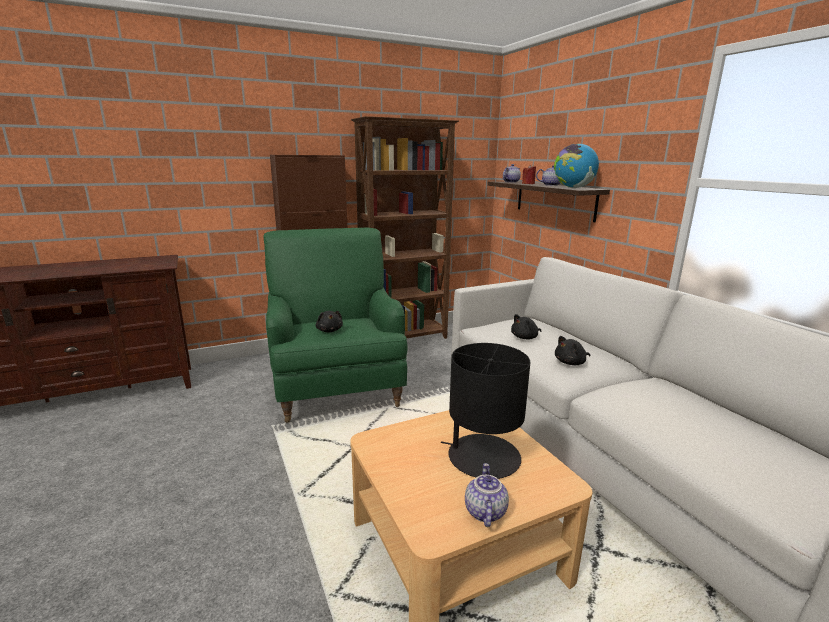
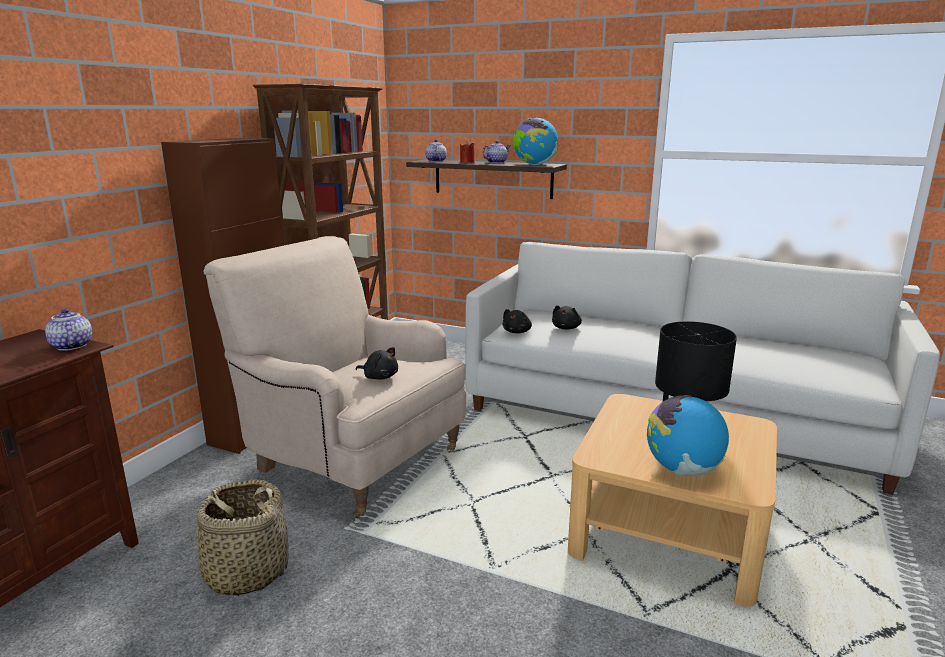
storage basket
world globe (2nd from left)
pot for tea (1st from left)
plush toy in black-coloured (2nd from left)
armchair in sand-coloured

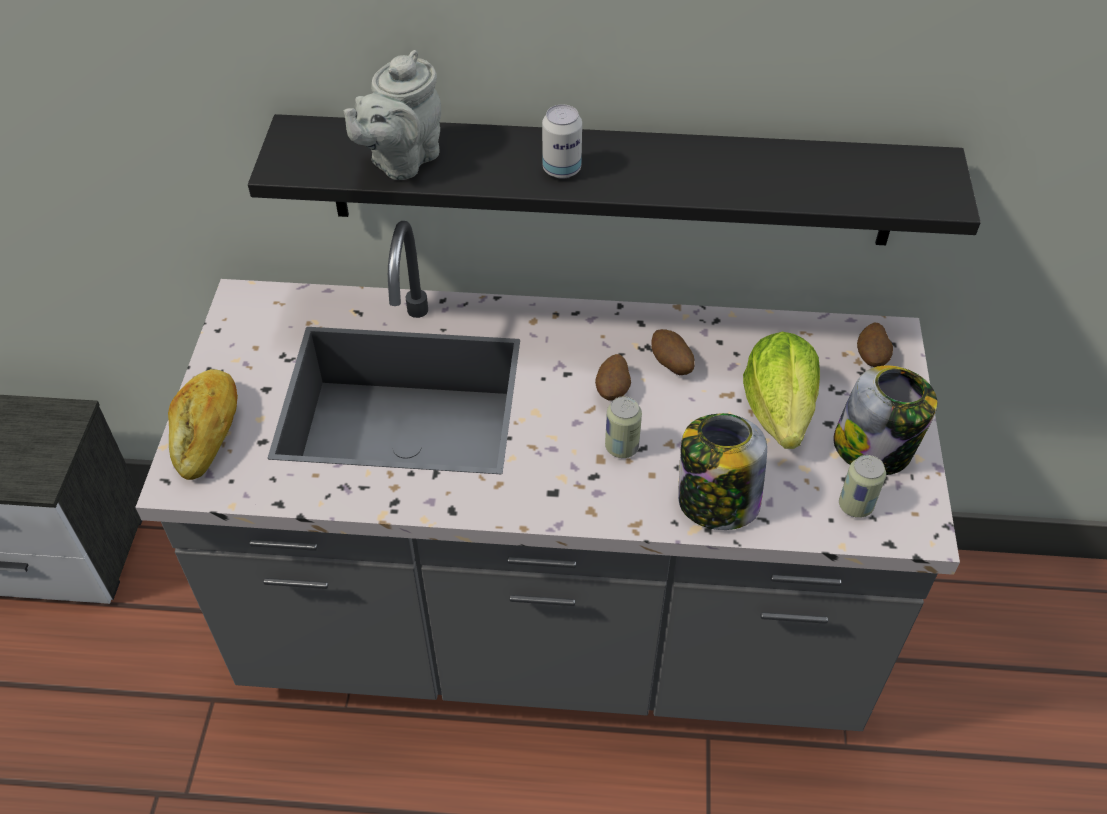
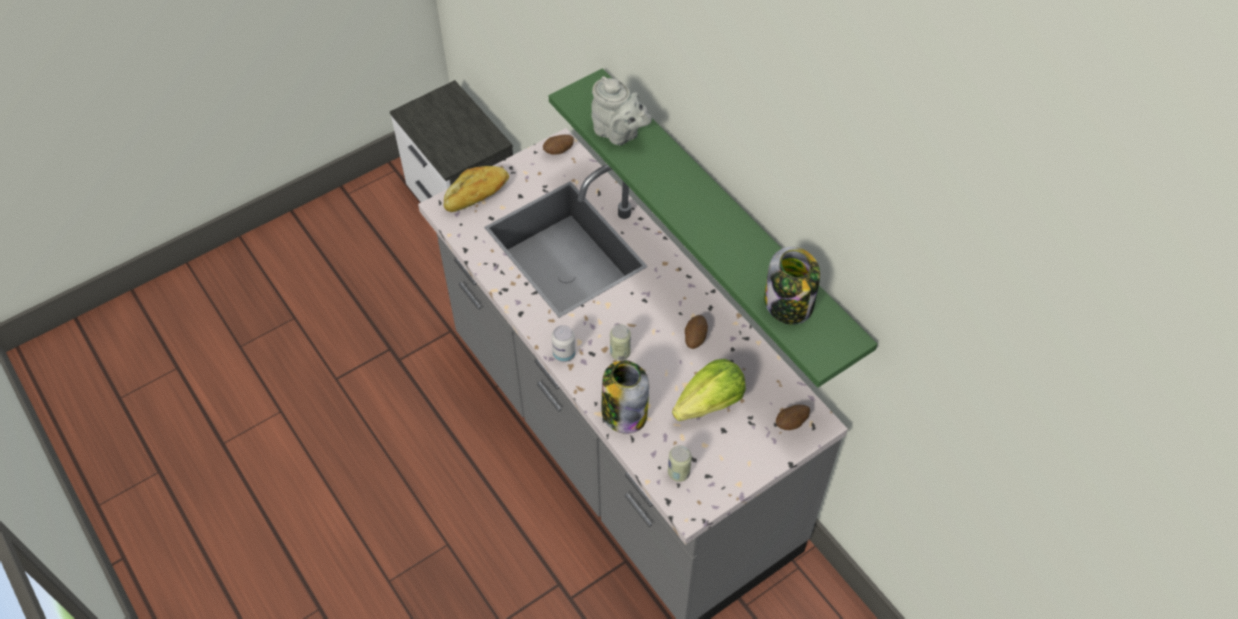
can (1st from left)
whole potato (1st from left)
jar (2nd from left)
shelf in green
pot for tea in gray

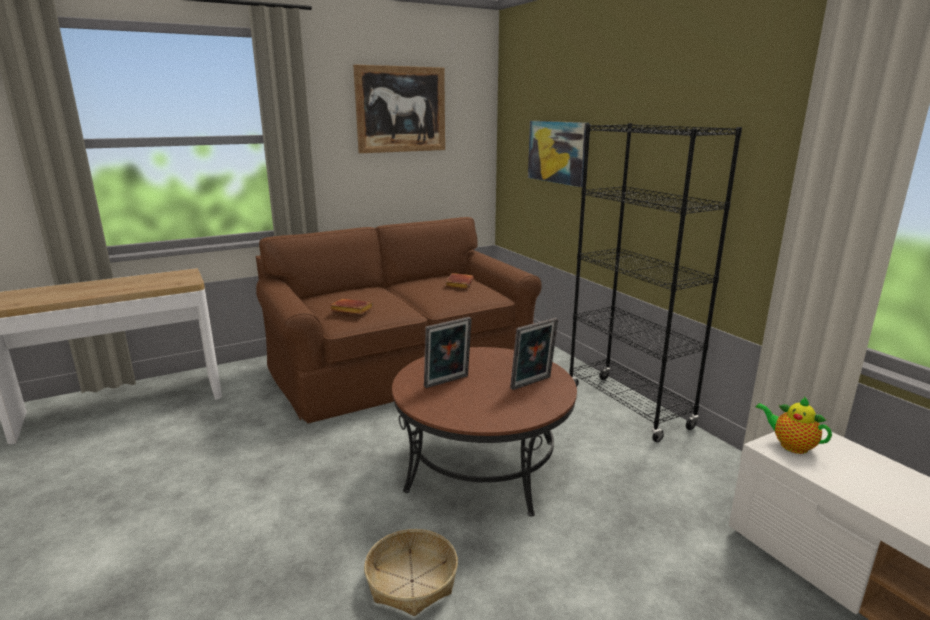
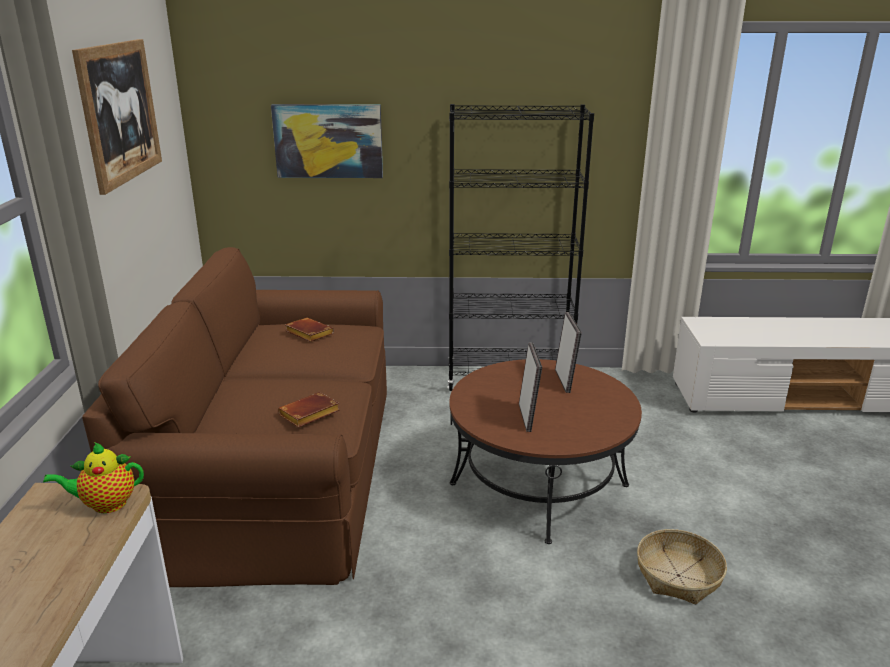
pot for tea

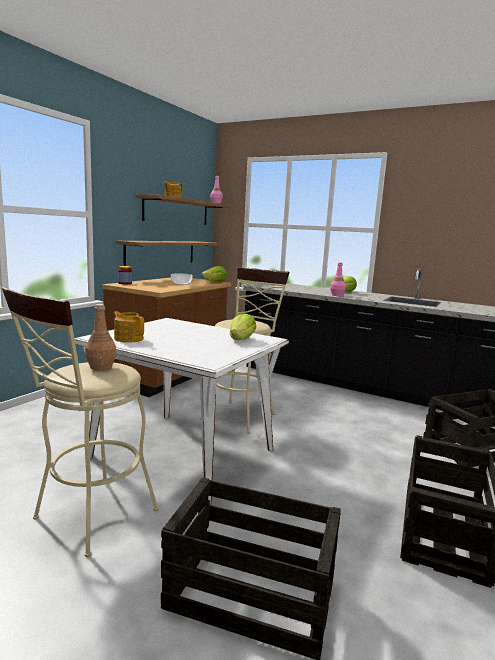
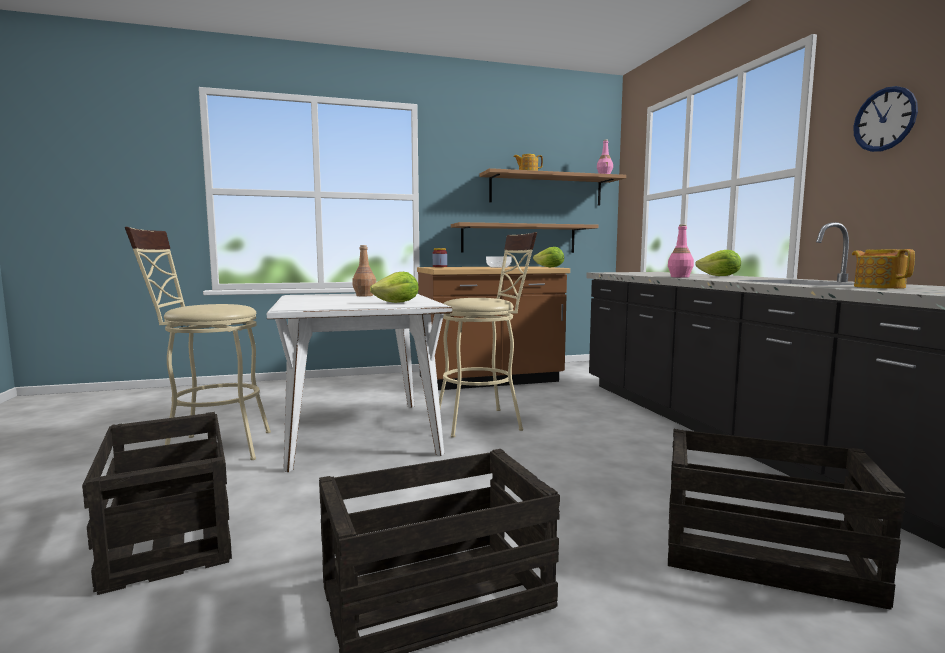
clock on the wall
drink bottle in brown
pot for tea (2nd from left)

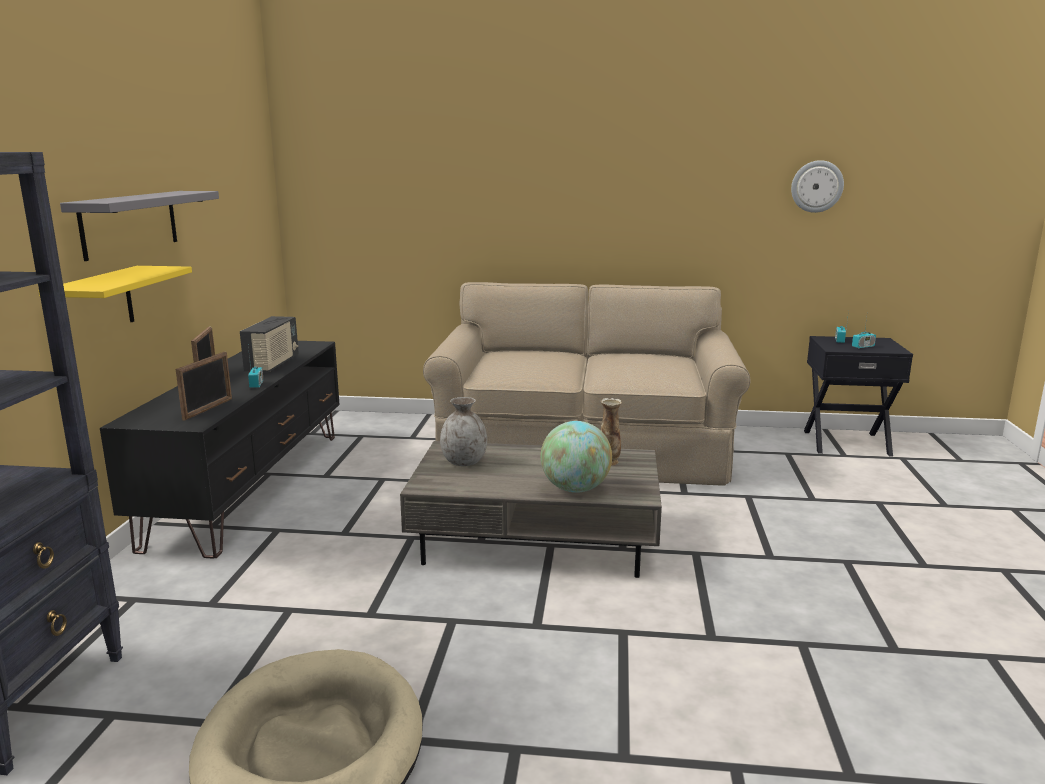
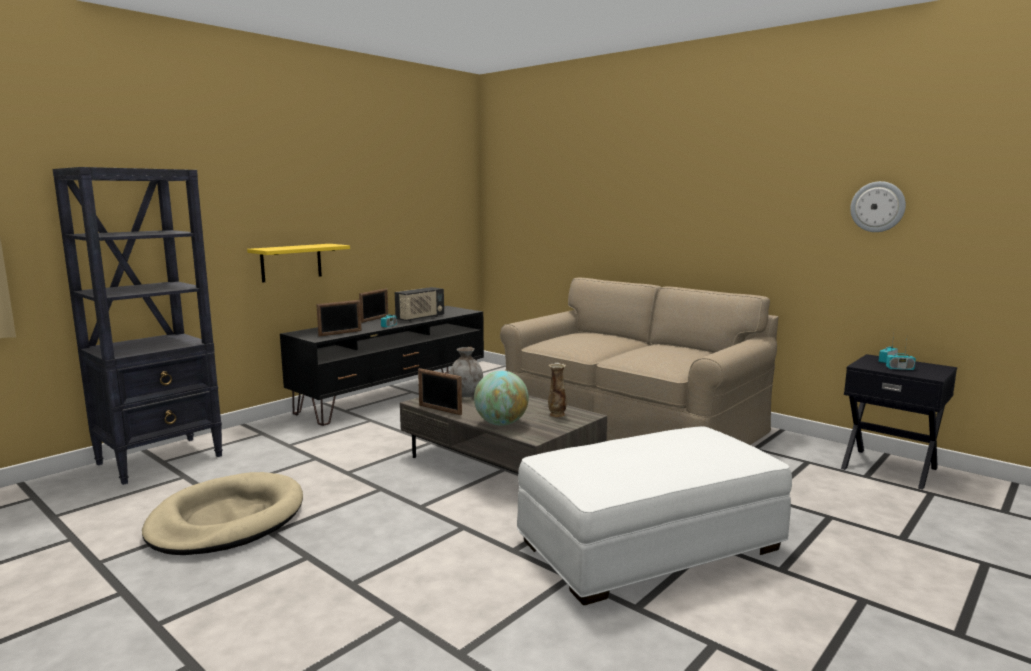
shelf in gray
photo frame (3rd from left)
ottoman in whitish

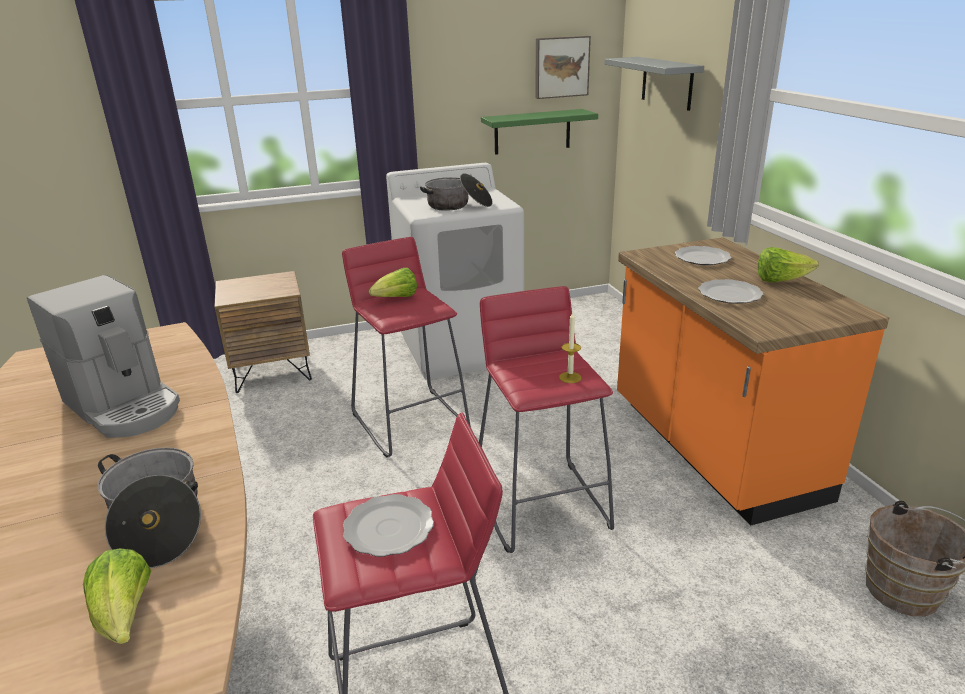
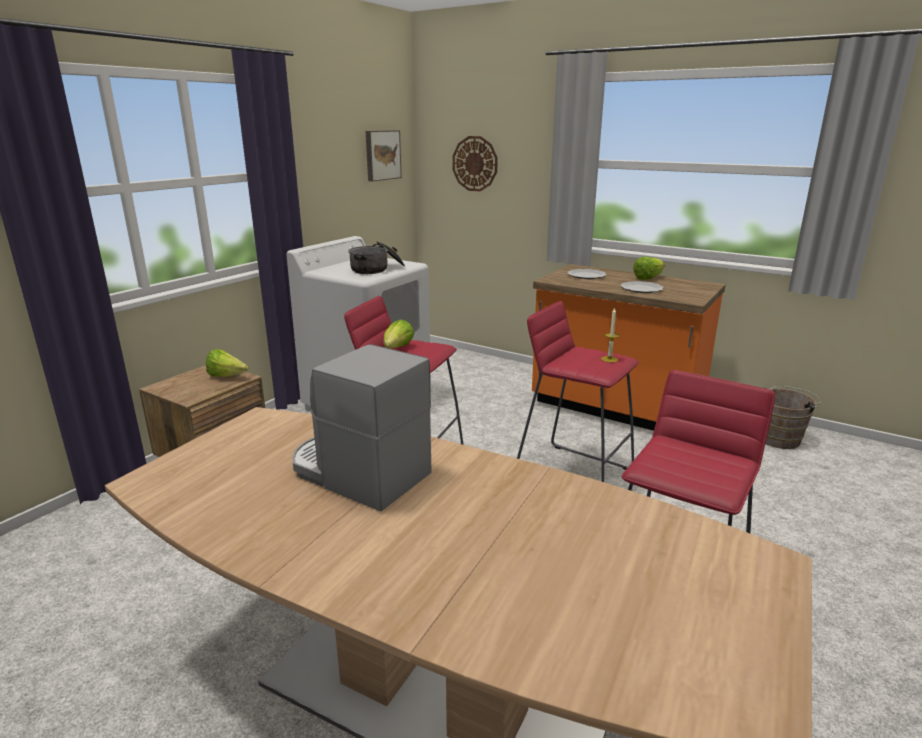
saucepot (1st from left in the first image)
dinner plate (1st from left in the first image)
shelf in green
lettuce (1st from left)
clock on the wall
coffee brewer

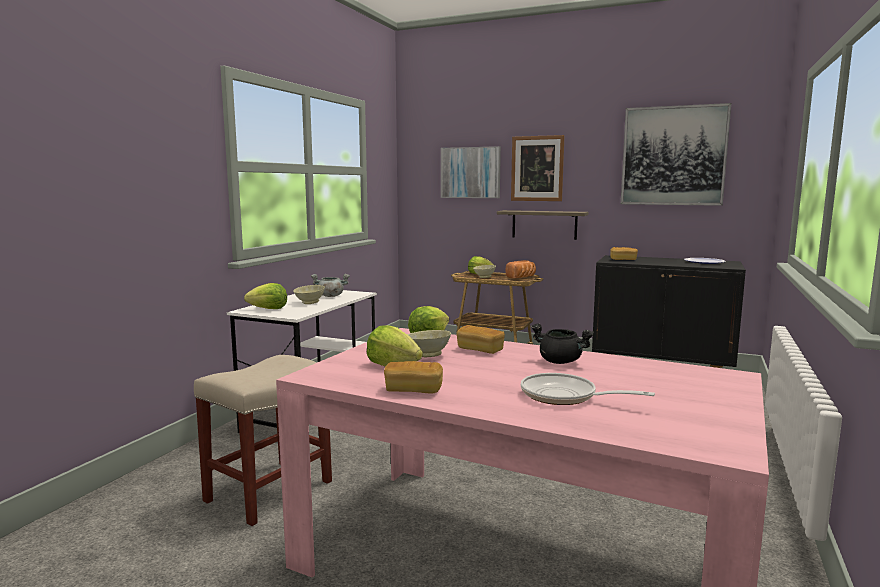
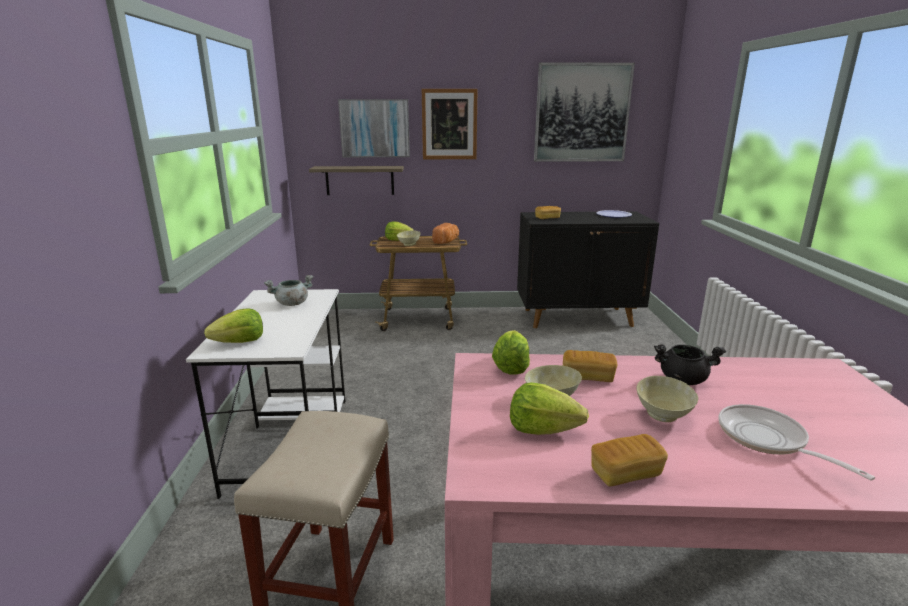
deep dish in sand-coloured (3rd from left)
shelf
frying pan

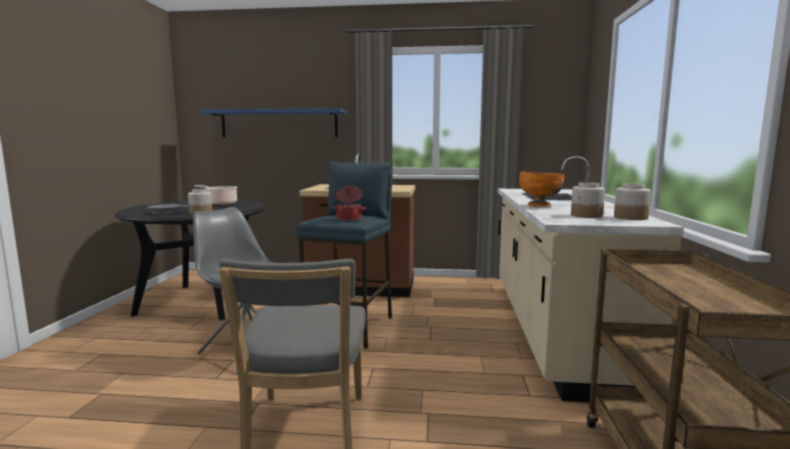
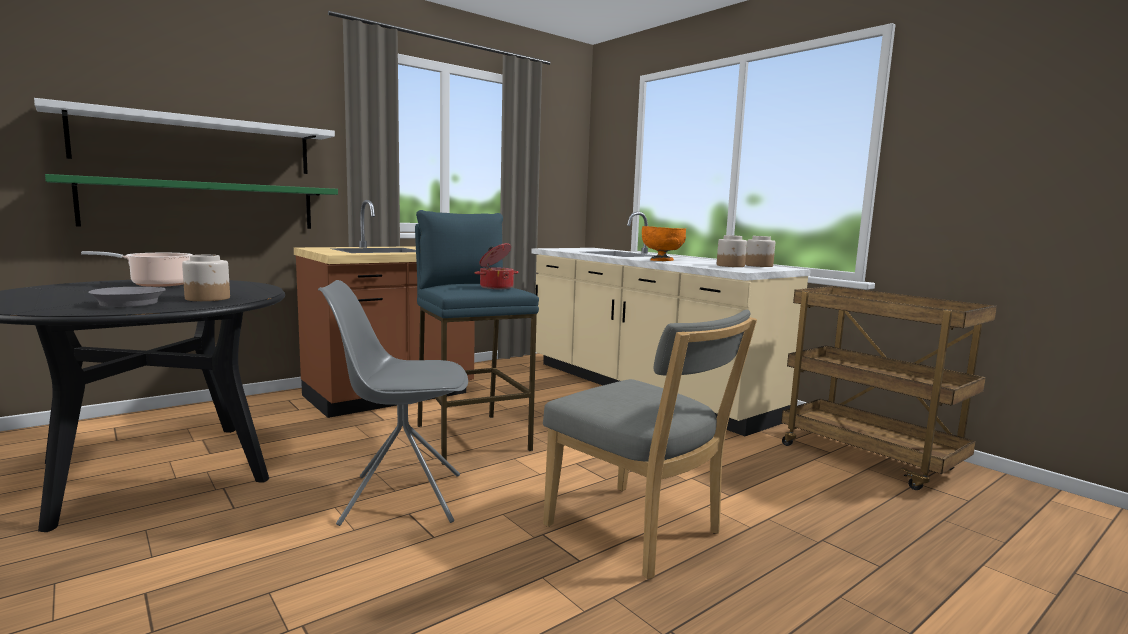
shelf in green
shelf in whitish

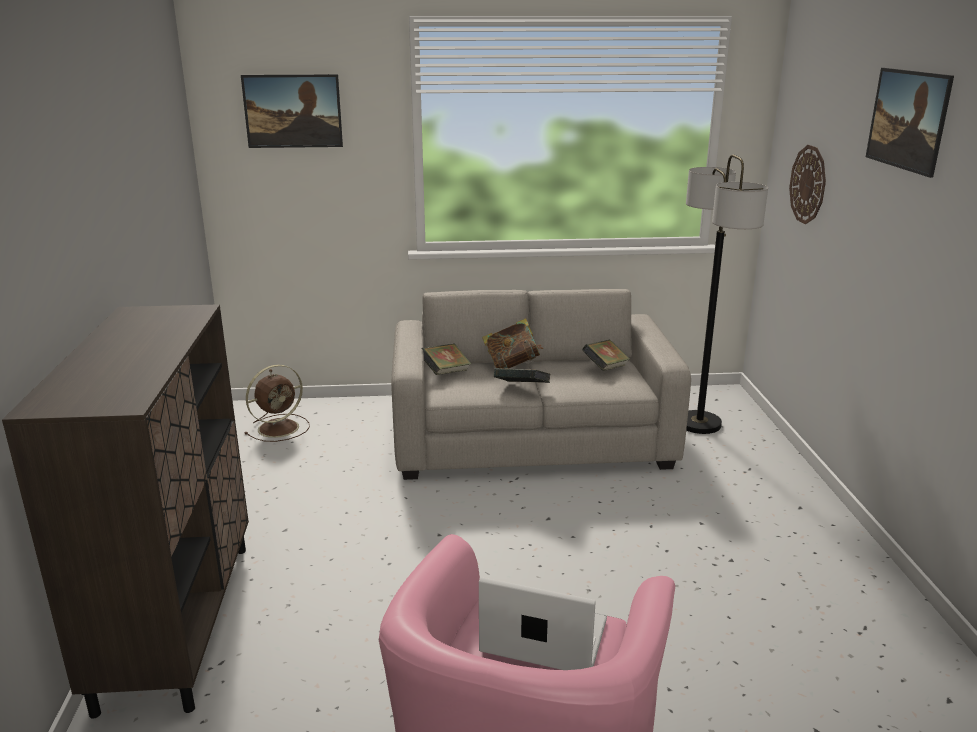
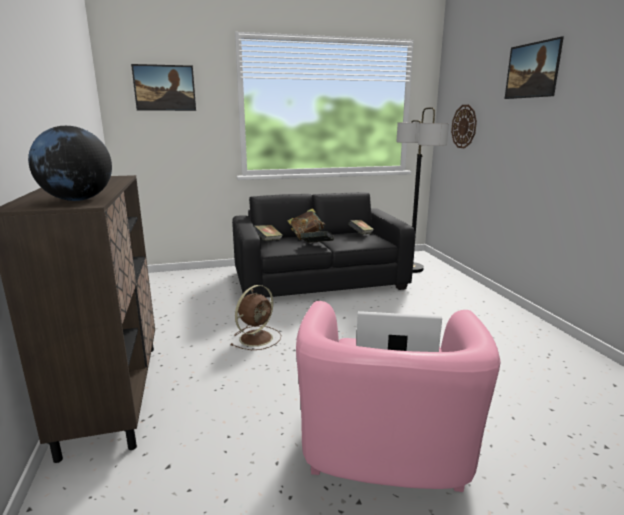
world globe
fan in brown
settee in black-coloured

